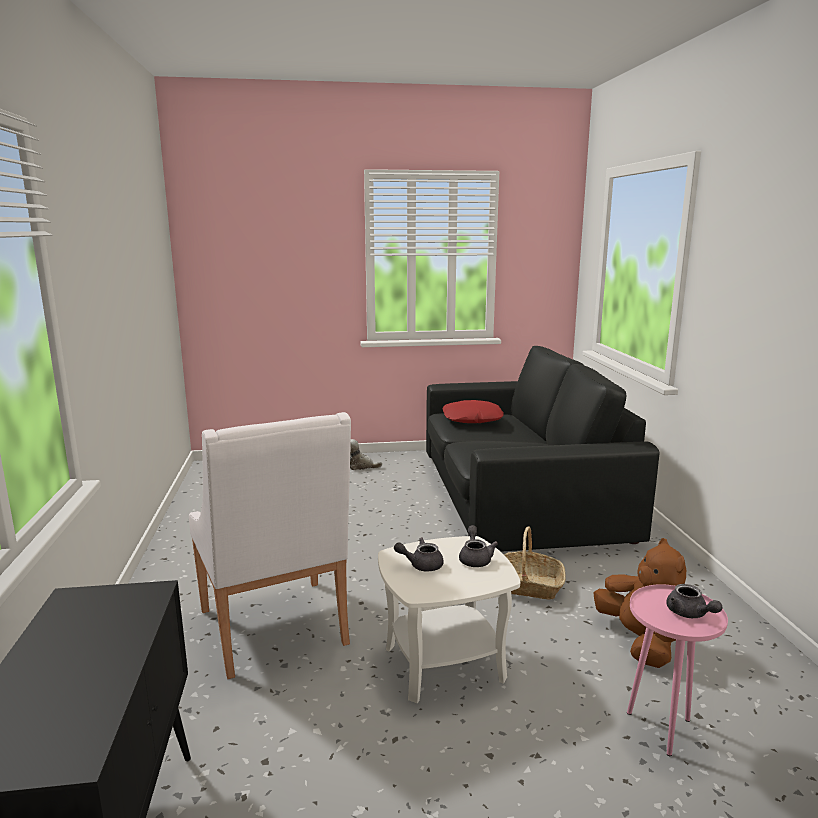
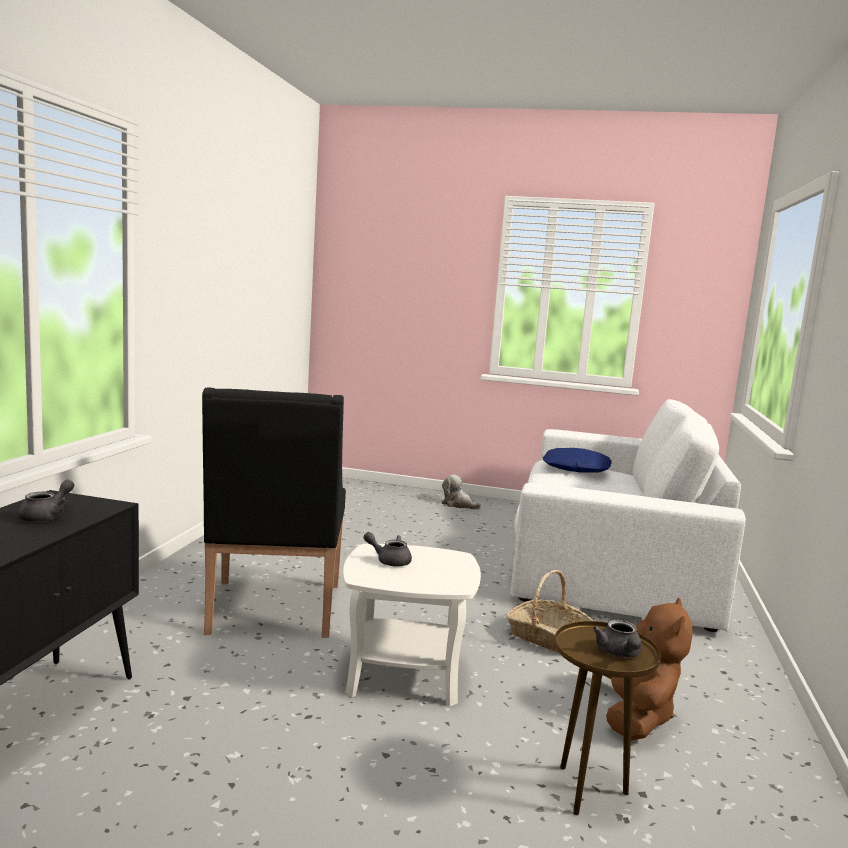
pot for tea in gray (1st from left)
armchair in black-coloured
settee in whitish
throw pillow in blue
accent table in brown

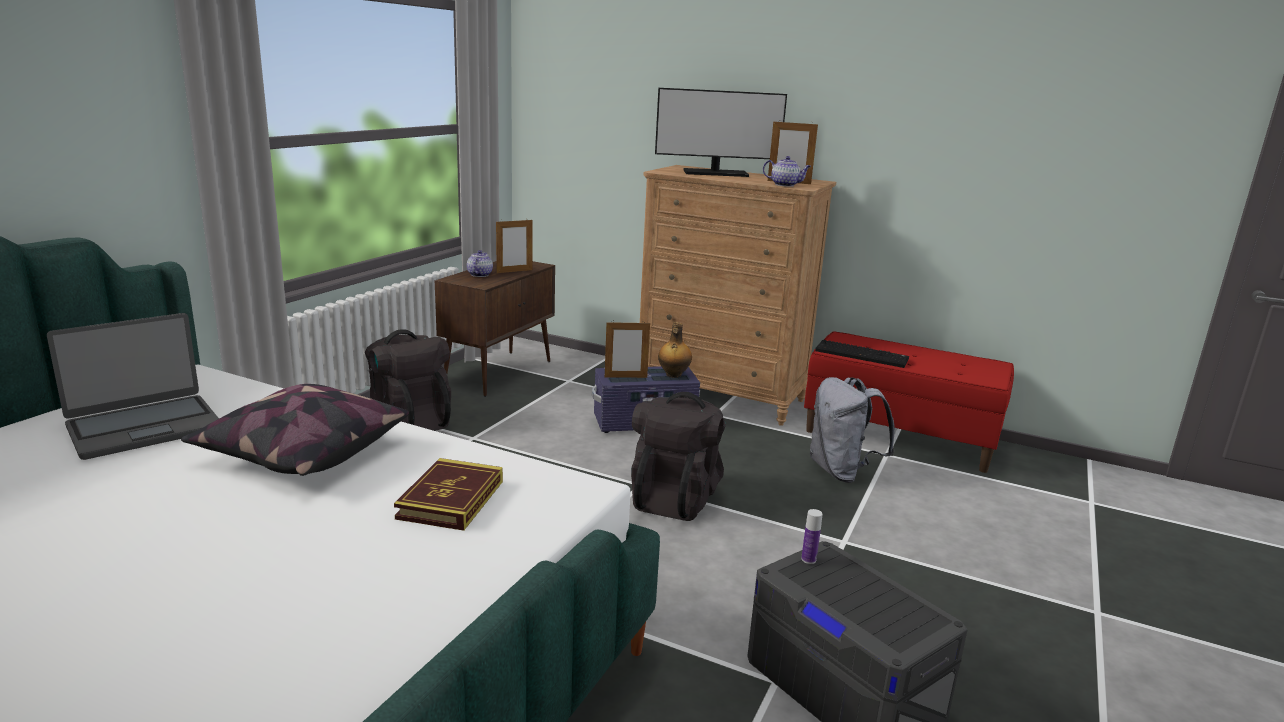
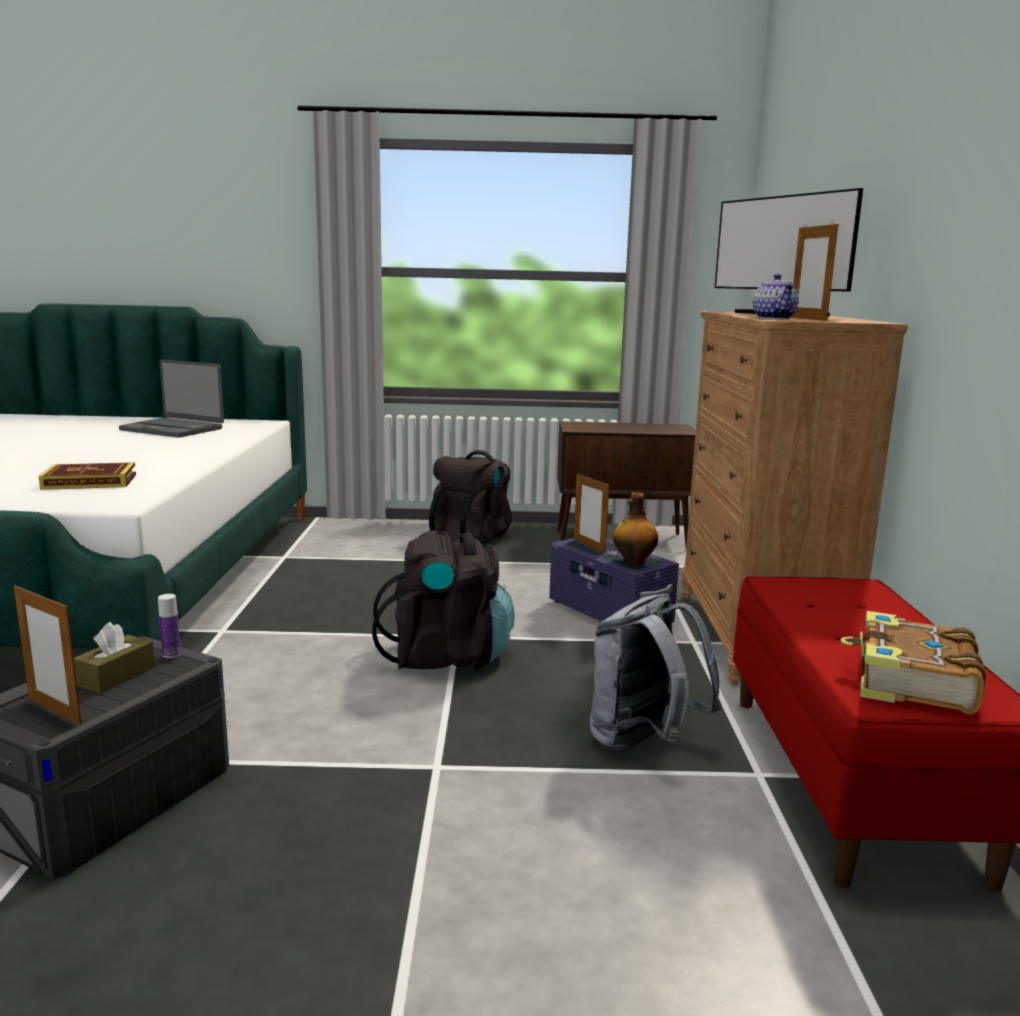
throw pillow
pot for tea (1st from left in the first image)
computer keyboard
tissue holder in brown
bound book (2nd from left)
photo frame (1st from left)

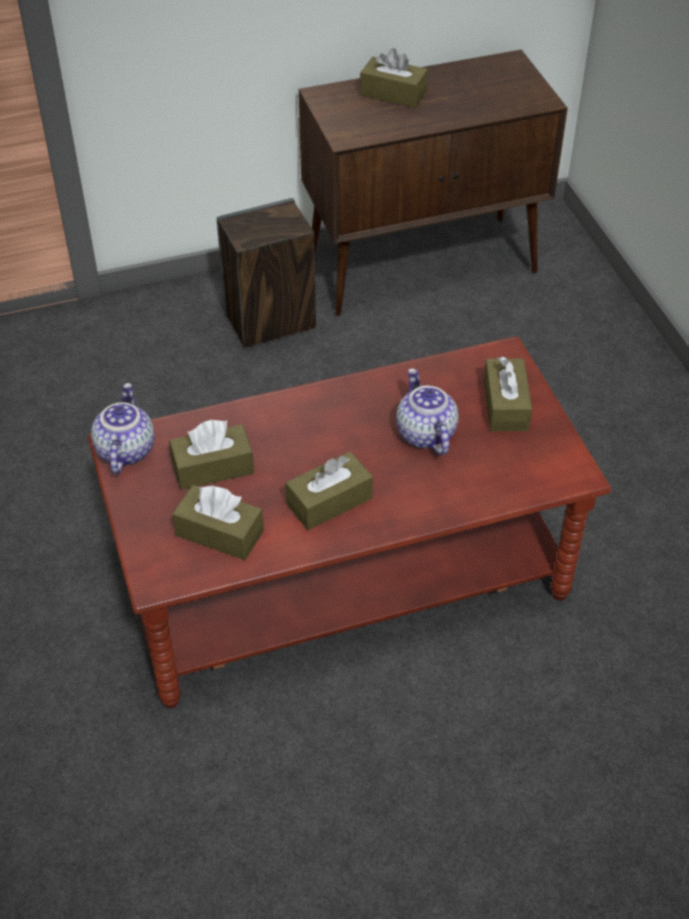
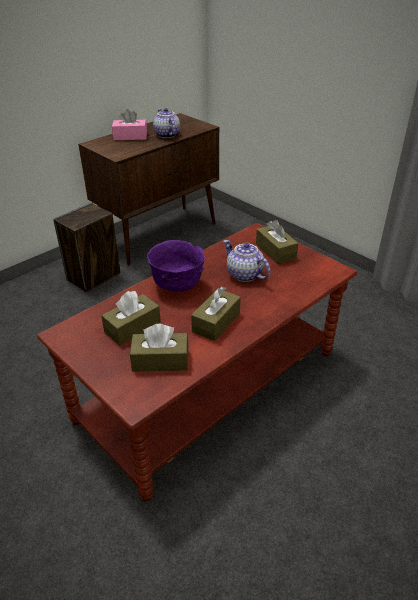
deep dish in purple
pot for tea (1st from left)
tissue holder in pink-coloured

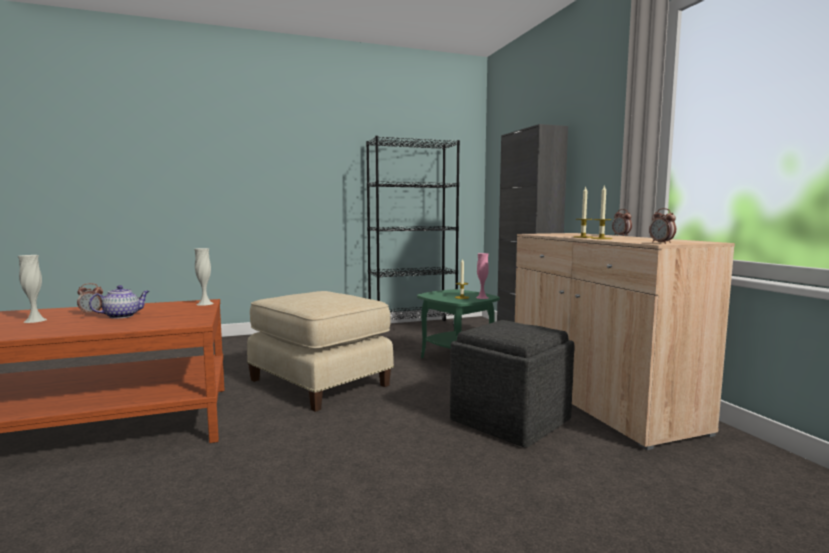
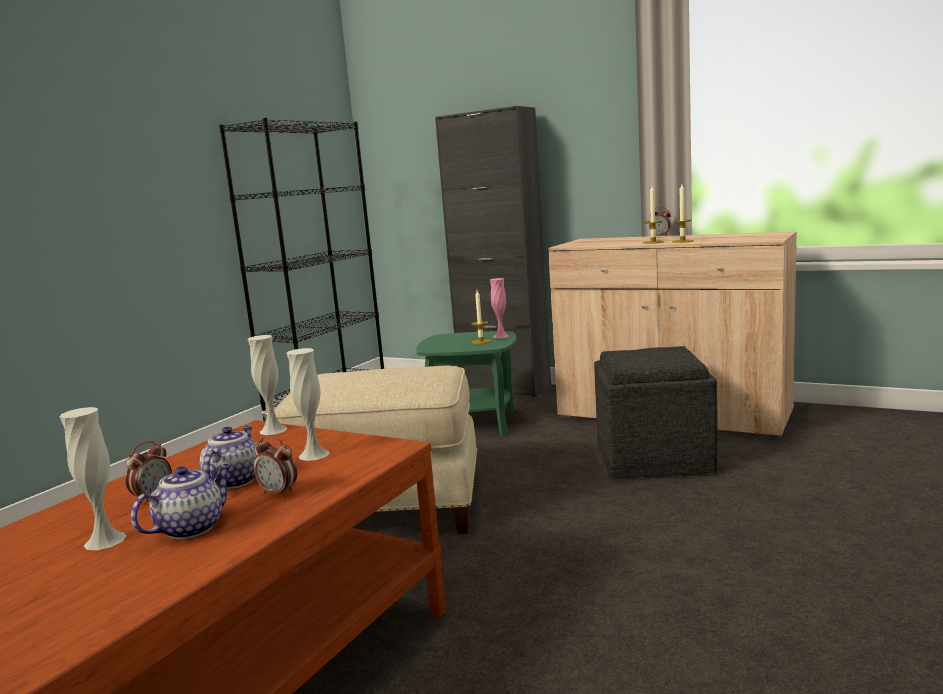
pot for tea (1st from left)
decorative vase in whitish (3rd from left)
alarm clock (2nd from left)

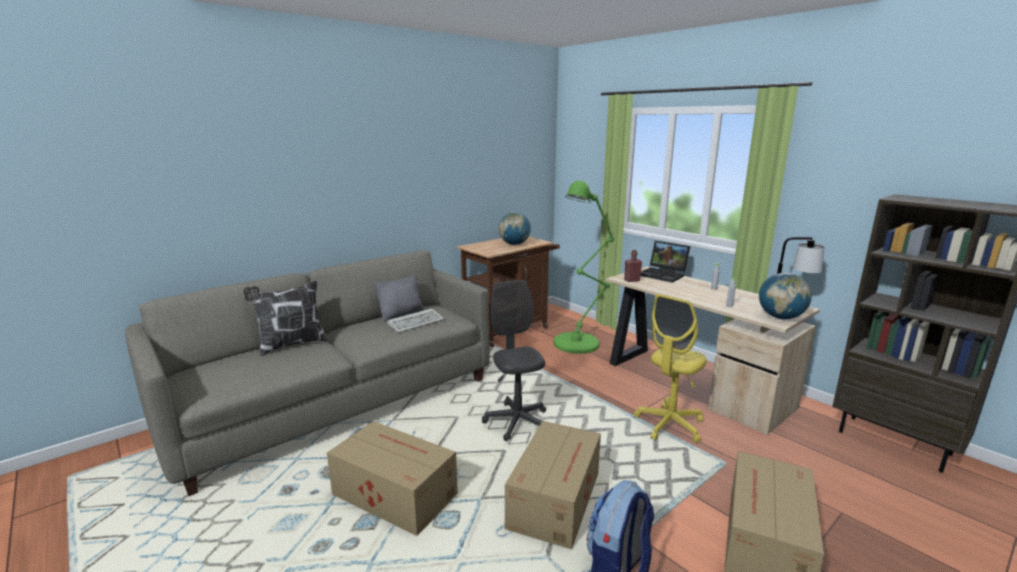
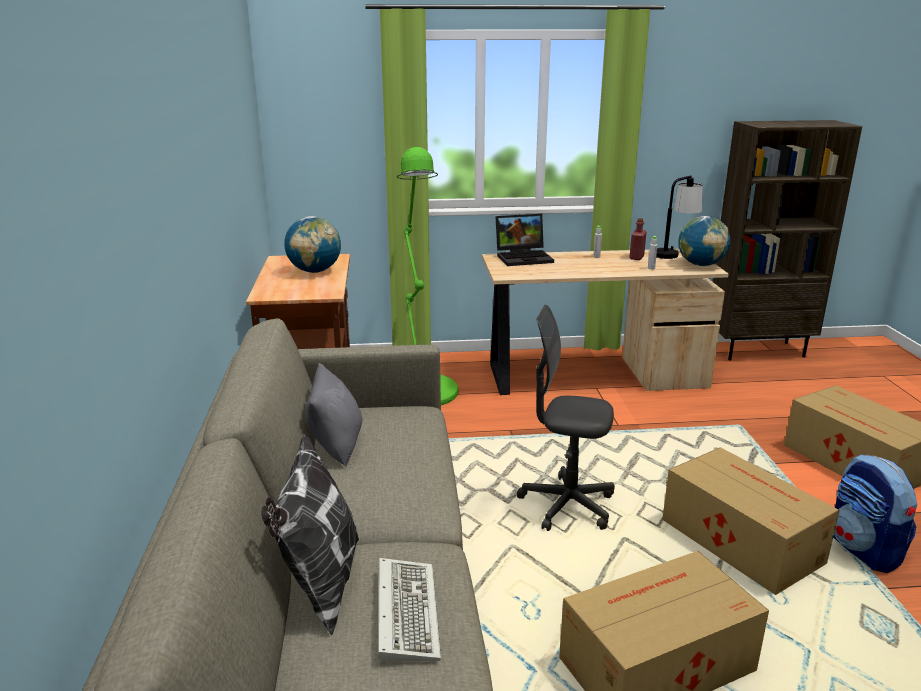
computer chair in yellowish
computer keyboard
drink bottle in red

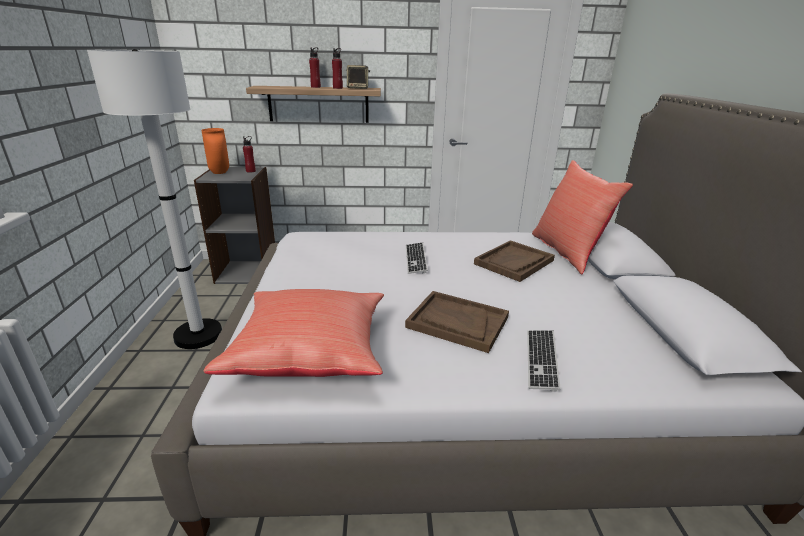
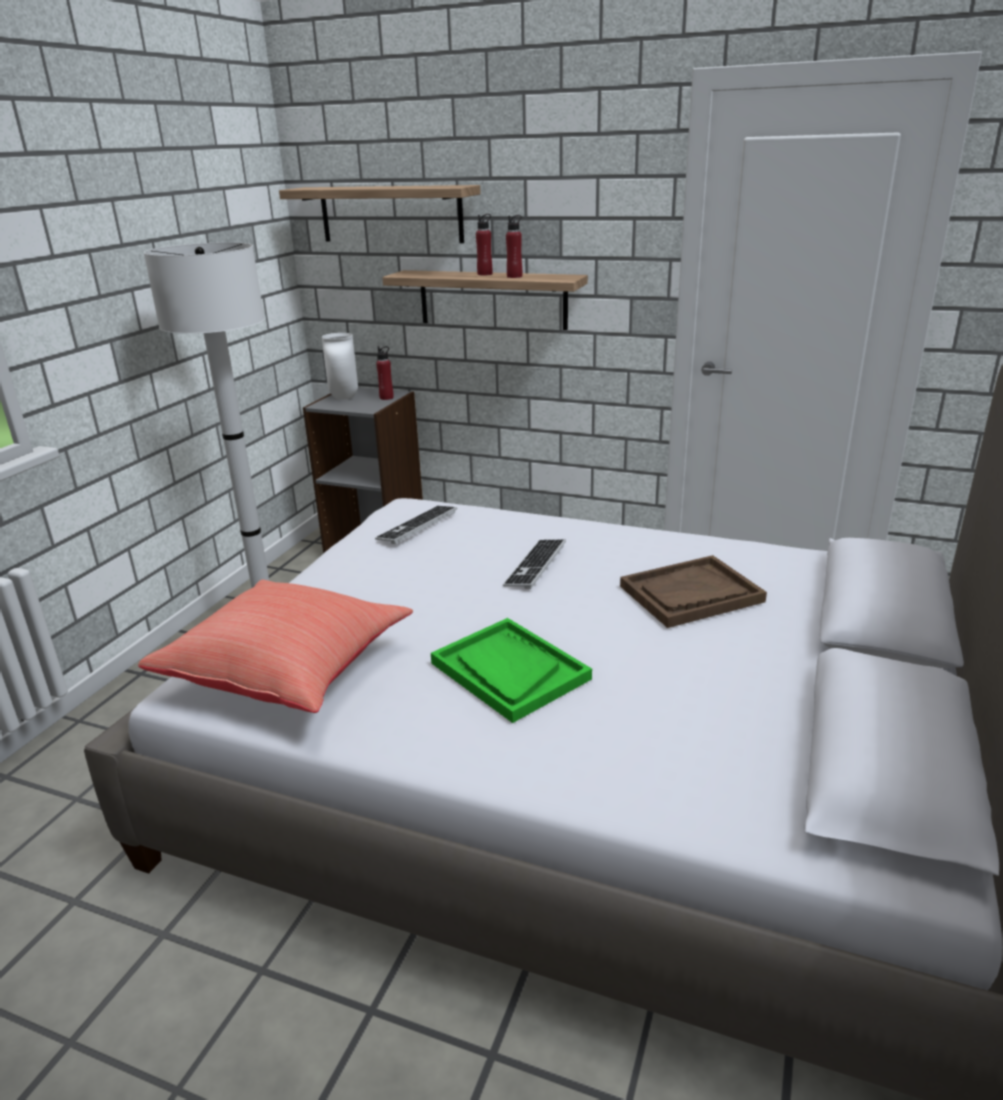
loudspeaker
throw pillow in red (2nd from left in the first image)
shelf (1st from left)
computer keyboard (1st from left)
decorative vase in whitish
carrying tray in green

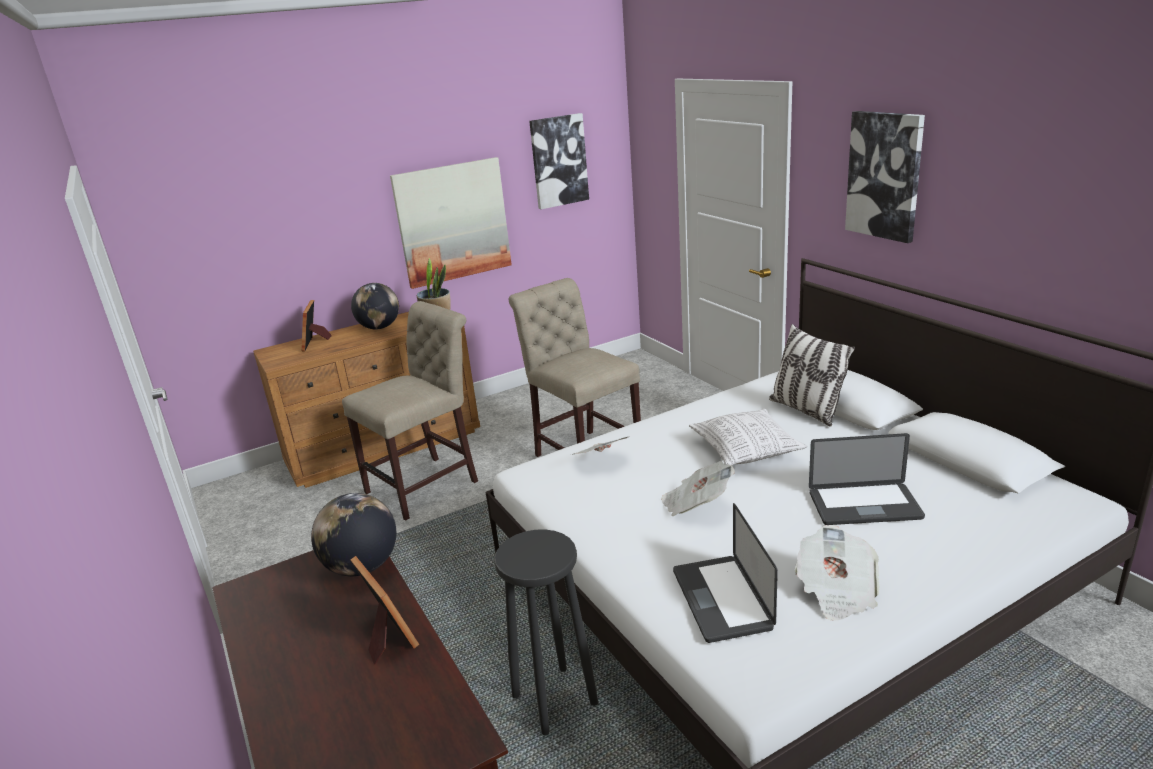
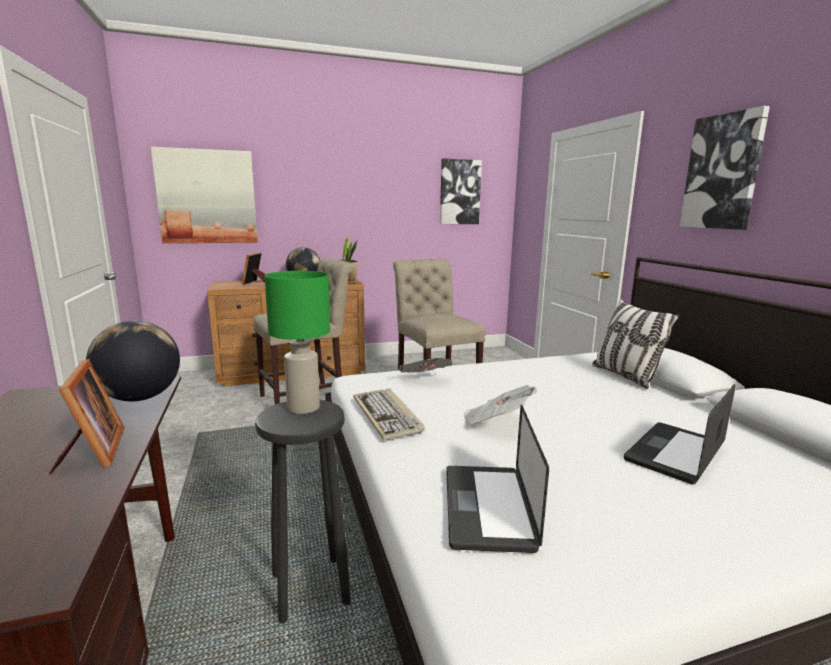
throw pillow (1st from left in the first image)
printed paper (3rd from left in the first image)
table lamp in green
computer keyboard
wall art (1st from left)
laptop (2nd from left)

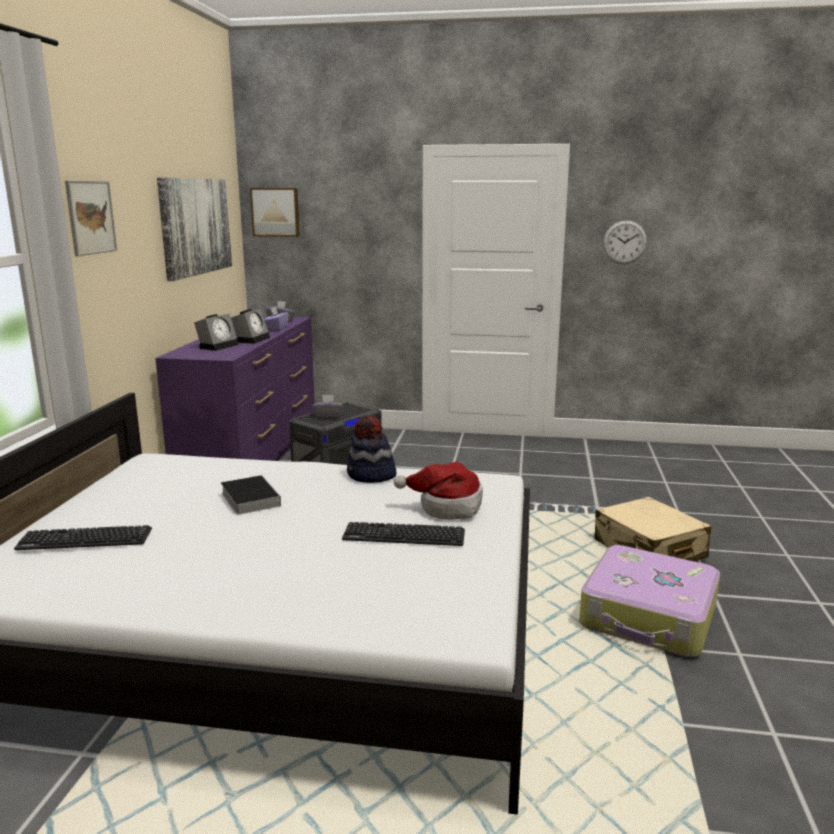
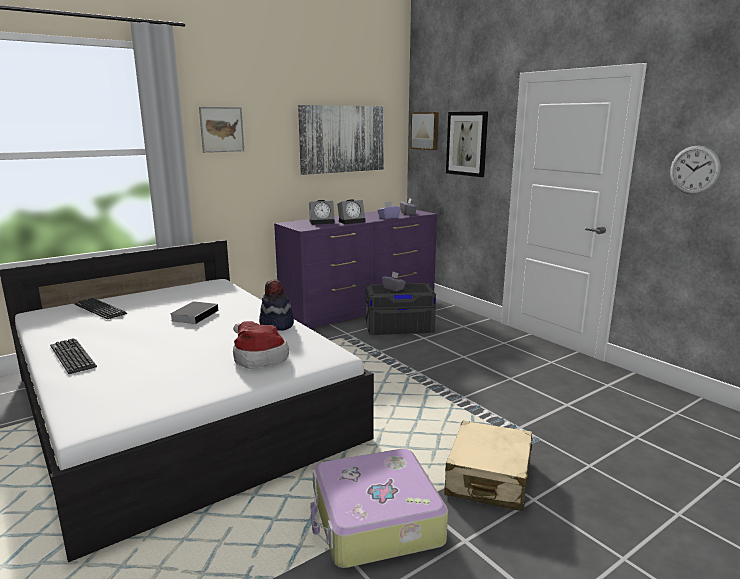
wall art (4th from left)
computer keyboard (1st from left)

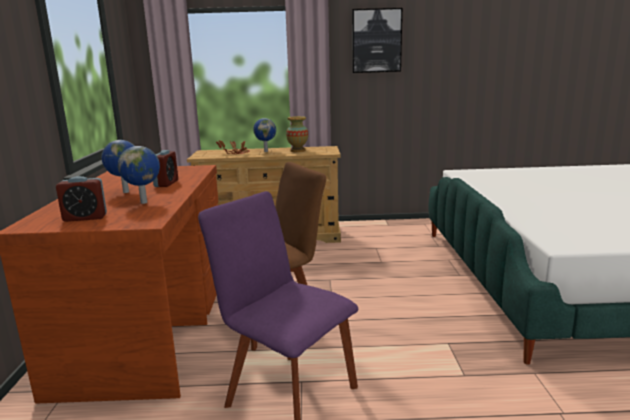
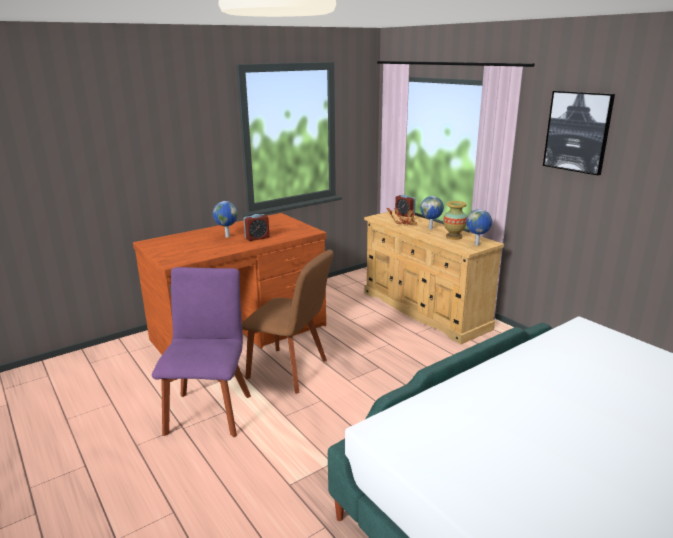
alarm clock (2nd from left)
world globe (3rd from left)

